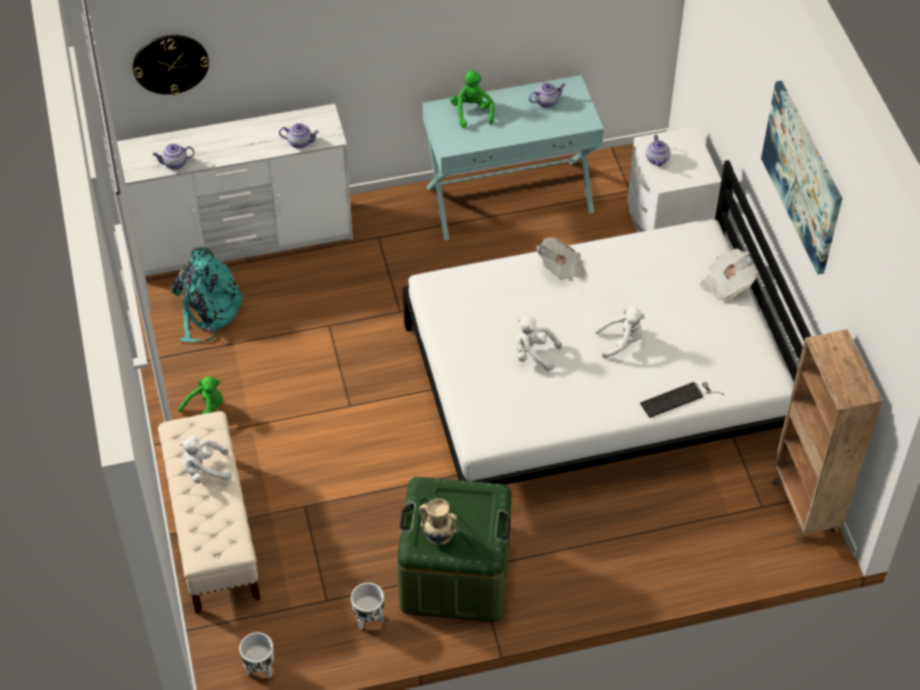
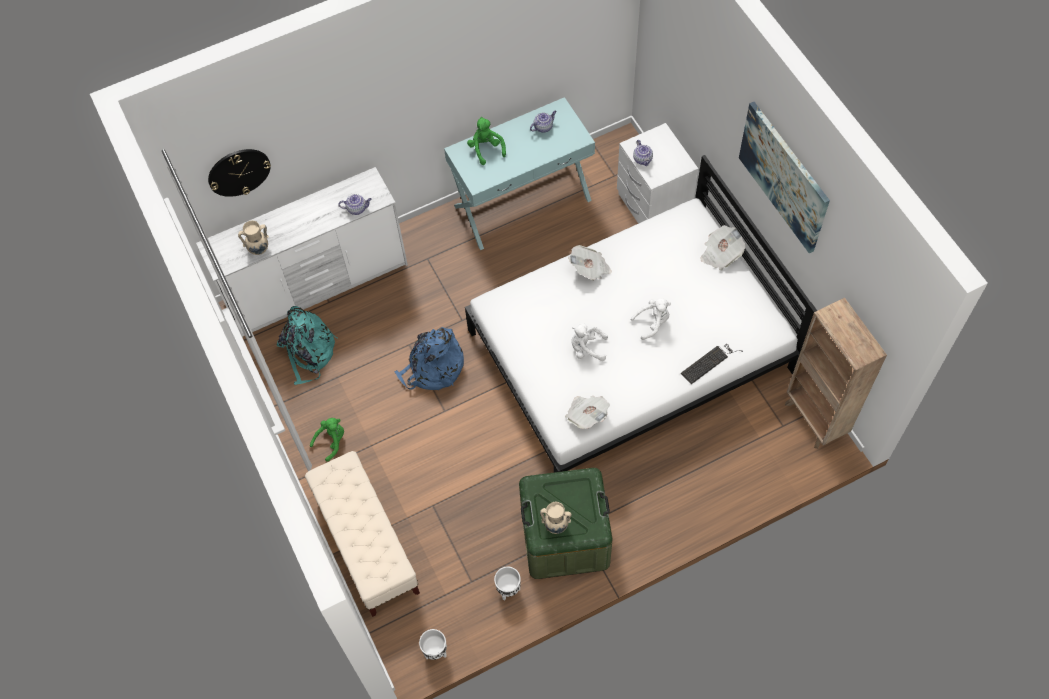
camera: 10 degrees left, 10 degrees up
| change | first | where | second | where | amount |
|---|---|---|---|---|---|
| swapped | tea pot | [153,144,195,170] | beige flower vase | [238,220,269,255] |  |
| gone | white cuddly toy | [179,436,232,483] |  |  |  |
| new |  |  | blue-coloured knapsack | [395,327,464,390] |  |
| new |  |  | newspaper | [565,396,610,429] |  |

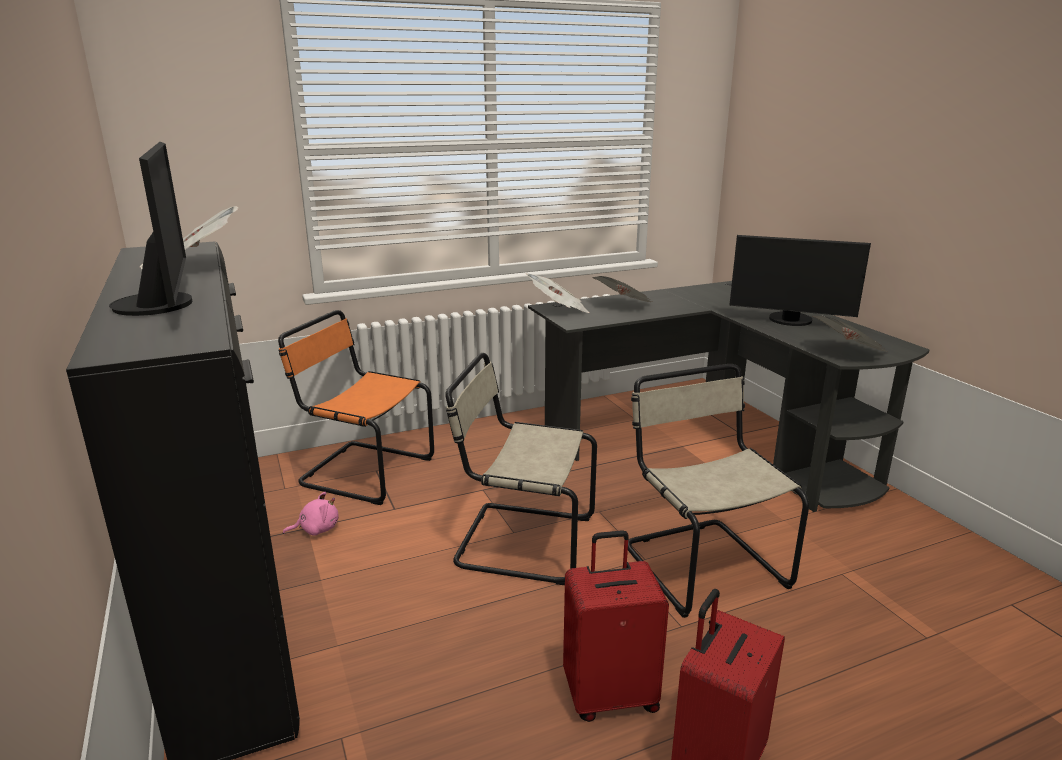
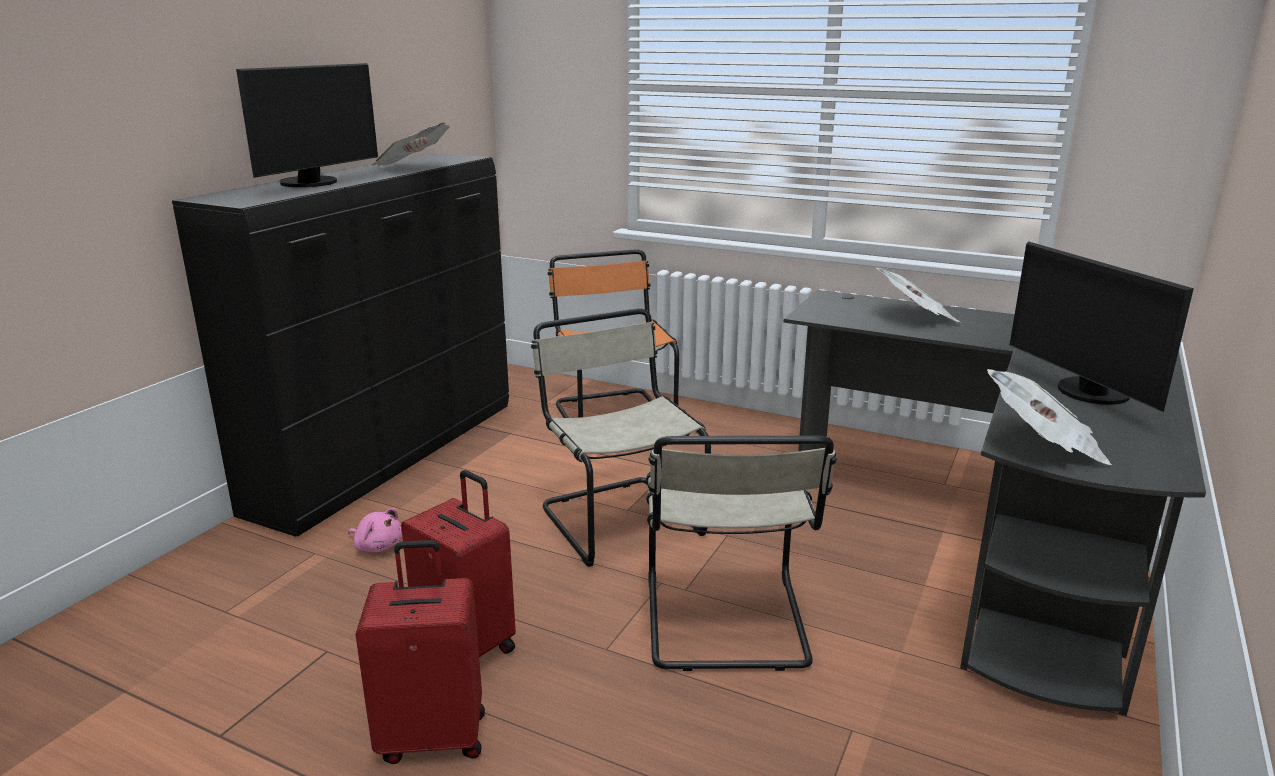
camera: 50 degrees right, 0 degrees up
| change | first | where | second | where | amount |
|---|---|---|---|---|---|
| shifted | pink-coloured cuddly toy | [283,492,339,536] |  | [348,508,402,552] |  |
| gone | newspaper | [526,273,589,313] |  |  |  |
| rotated | beige upright chair | [628,364,809,618] |  | [645,436,837,671] | 150 degrees clockwise |

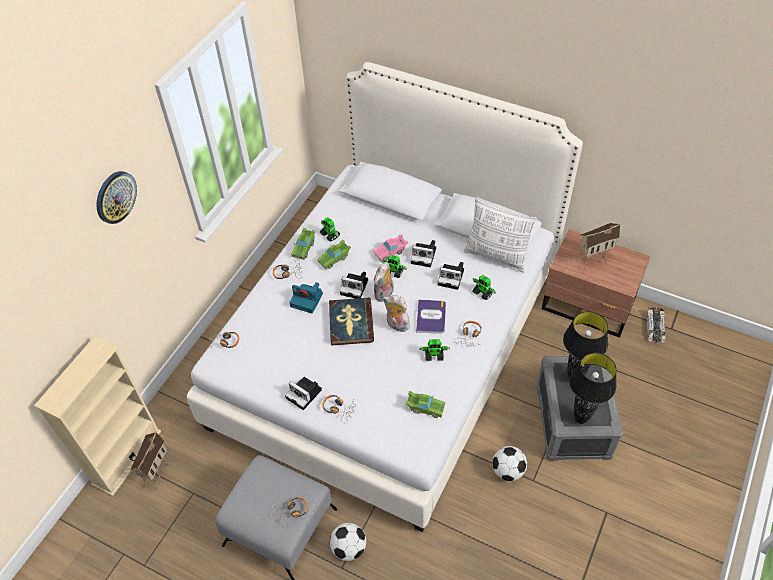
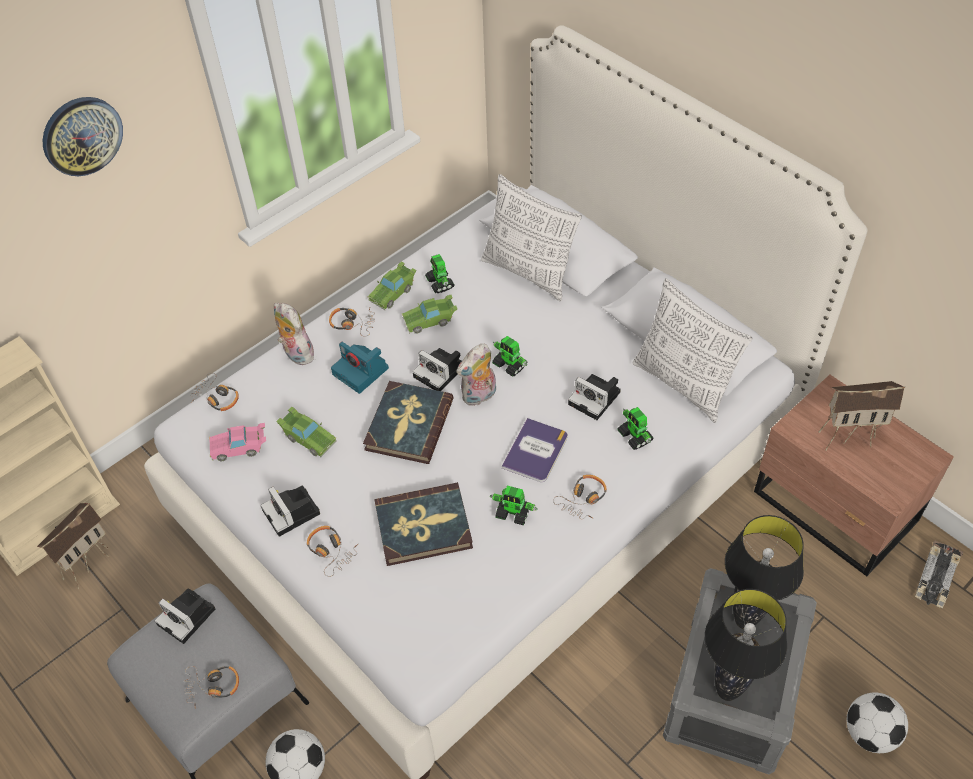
camera: 20 degrees right, 0 degrees up
| change | first | where | second | where | amount |
|---|---|---|---|---|---|
| shifted | pink-coloured miniature car | [373,234,408,261] |  | [209,423,266,462] |  |
| shifted | cuddly toy | [383,295,410,332] |  | [274,303,314,365] |  |
| shifted | greenish miniature car | [405,391,446,418] |  | [276,406,337,458] |  |
| shifted | photo camera | [411,240,436,267] |  | [155,588,215,644] |  |
| shifted | football | [492,446,527,481] |  | [846,693,908,753] |  |
| new |  |  | bound book | [374,482,473,566] |  |
| new |  |  | pillow | [481,174,582,301] |  |

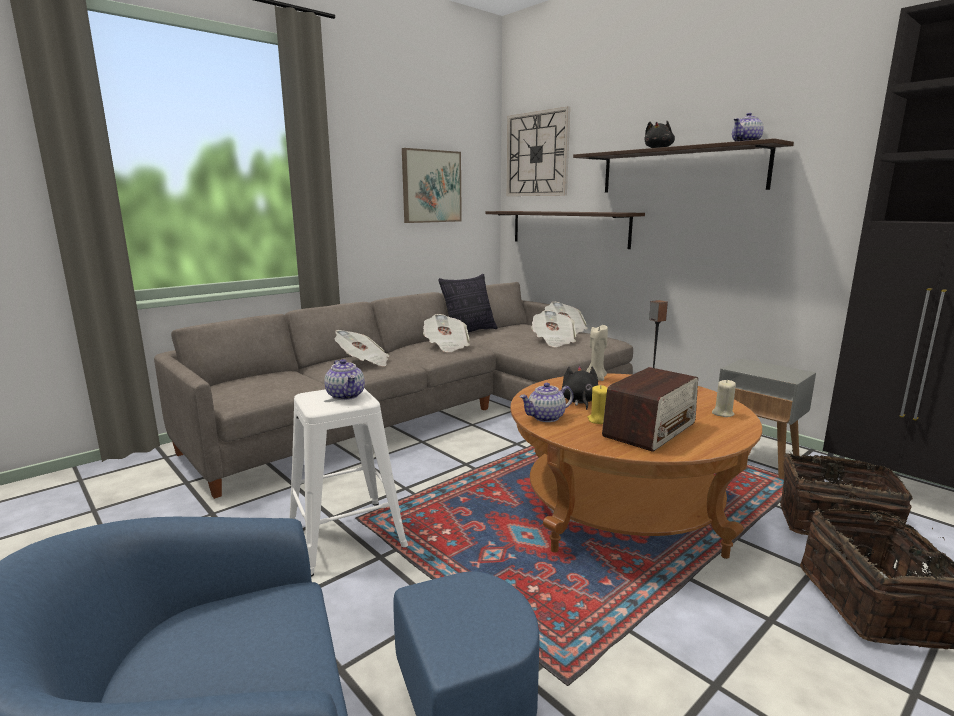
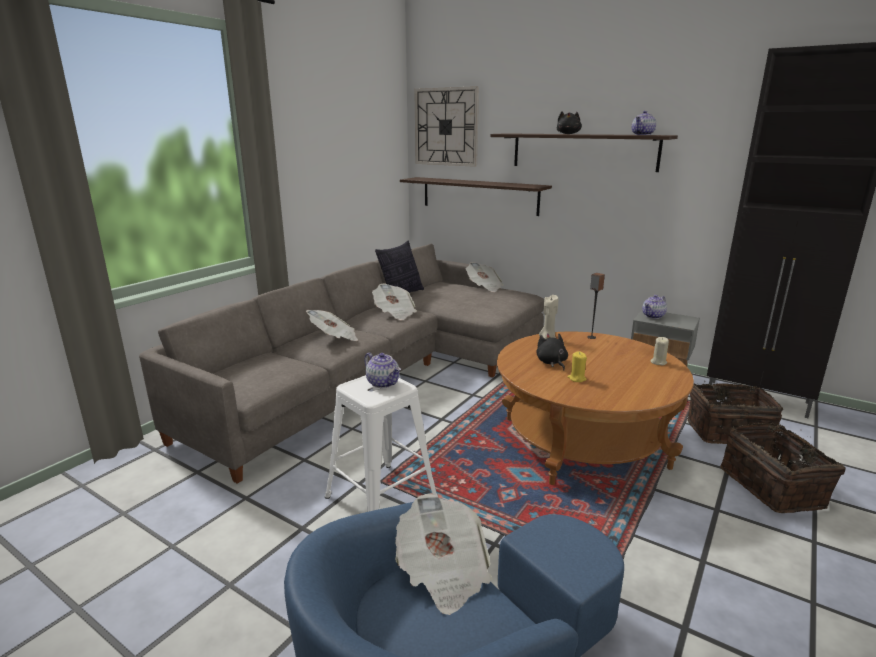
camera: 15 degrees left, 5 degrees up
| change | first | where | second | where | amount |
|---|---|---|---|---|---|
| gone | wall art | [402,148,462,223] |  |  |  |
| shifted | tea pot | [519,383,573,422] |  | [642,295,667,319] |  |
| shifted | newspaper | [531,310,576,347] |  | [395,493,492,615] |  |
| gone | radio | [602,367,698,452] |  |  |  |

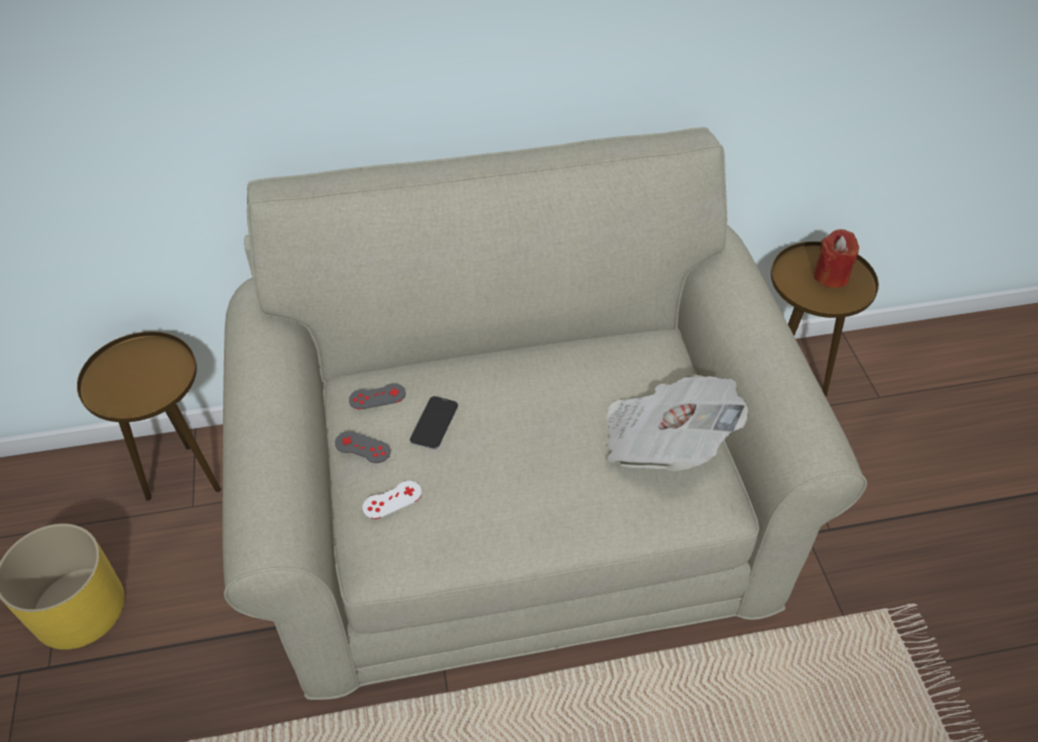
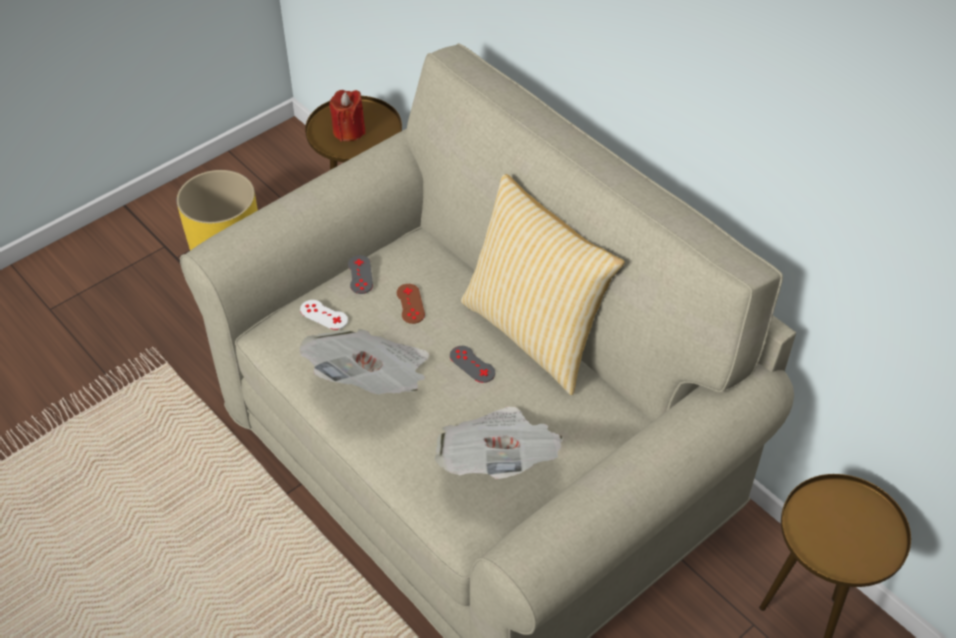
camera: 60 degrees right, 0 degrees up
| change | first | where | second | where | amount |
|---|---|---|---|---|---|
| shifted | greyish gamepad | [349,383,406,410] |  | [450,346,495,383] |  |
| swapped | phone | [410,396,458,450] | brown gamepad | [397,284,425,324] |  |
| shifted | red-coloured wax candle | [813,229,859,288] |  | [329,90,366,142] |  |
| new |  |  | newspaper | [299,329,429,394] |  |
| new |  |  | pillow | [461,174,625,395] |  |

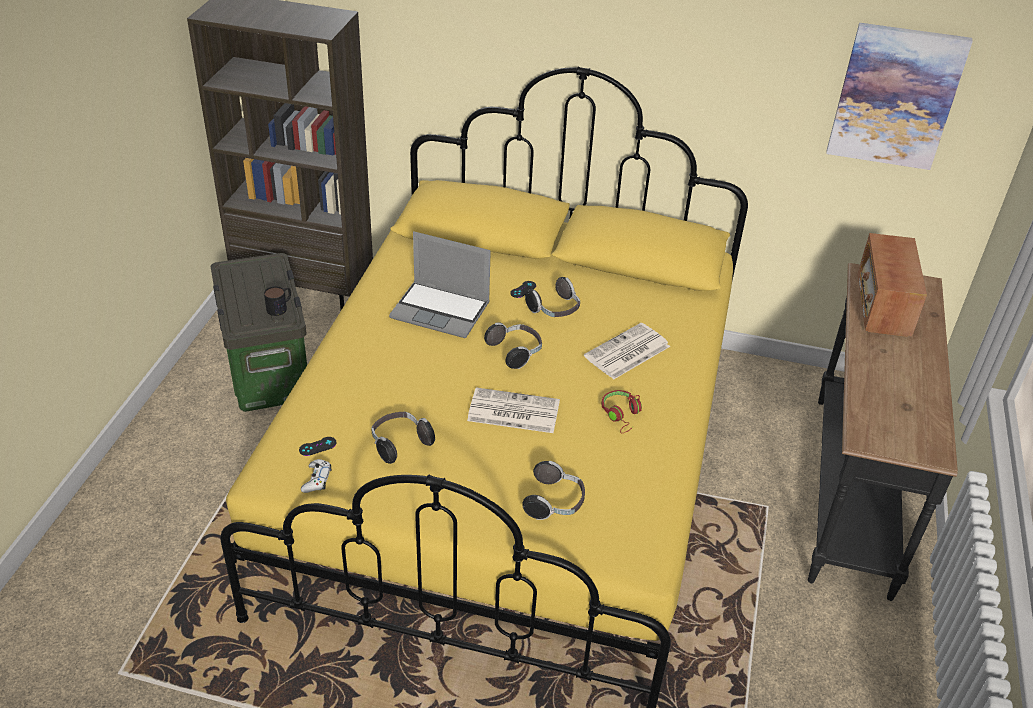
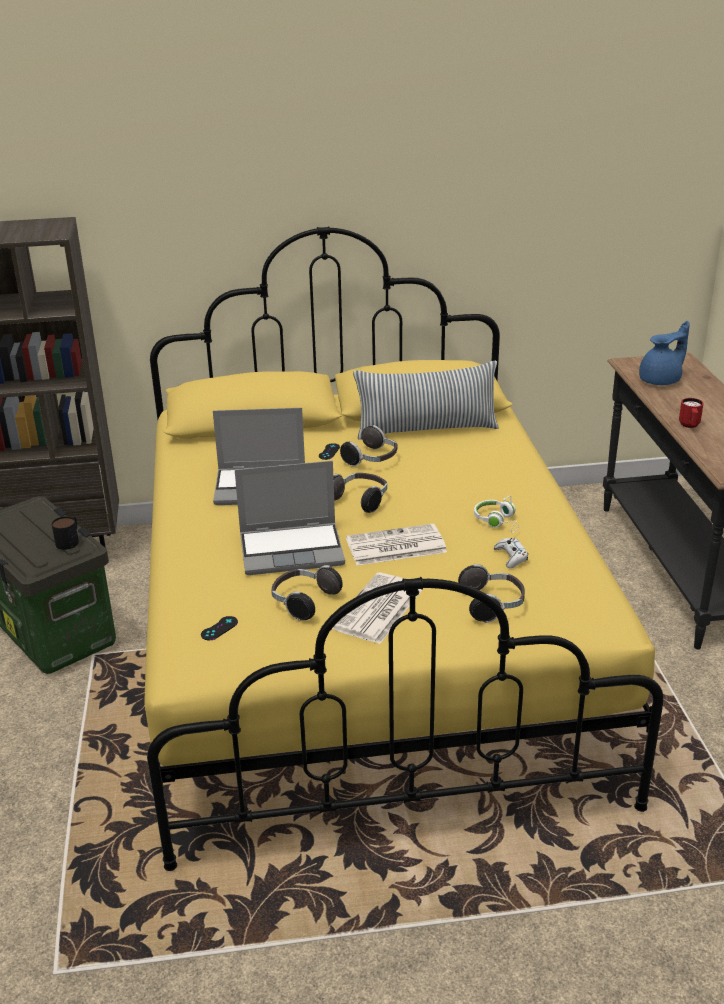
camera: 20 degrees left, 10 degrees down
| change | first | where | second | where | amount |
|---|---|---|---|---|---|
| shifted | white gamepad | [301,459,332,493] |  | [494,538,528,568] |  |
| shifted | newspaper | [584,323,670,380] |  | [332,573,422,644] |  |
| repainted | red-coloured headphones | [602,390,642,433] | white headphones | [474,495,520,533] |  |
| gone | wall art | [826,23,973,170] |  |  |  |
| swapped | radio | [857,233,927,337] | blue-coloured tea pot | [639,321,690,385] |  |
| new |  |  | portable computer | [235,461,345,575] |  |
| new |  |  | pillow | [353,361,498,440] |  |
| new |  |  | red-coloured coffee mug | [679,398,704,428] |  |

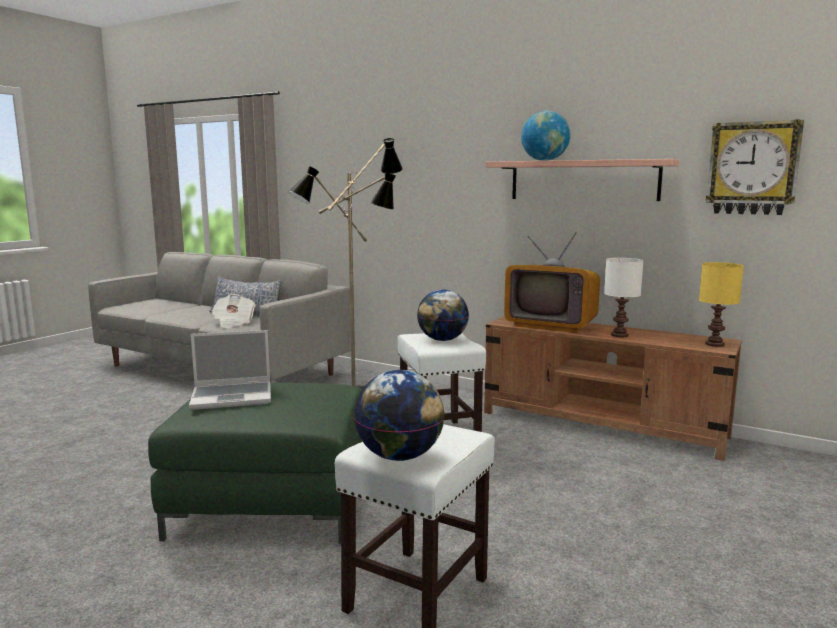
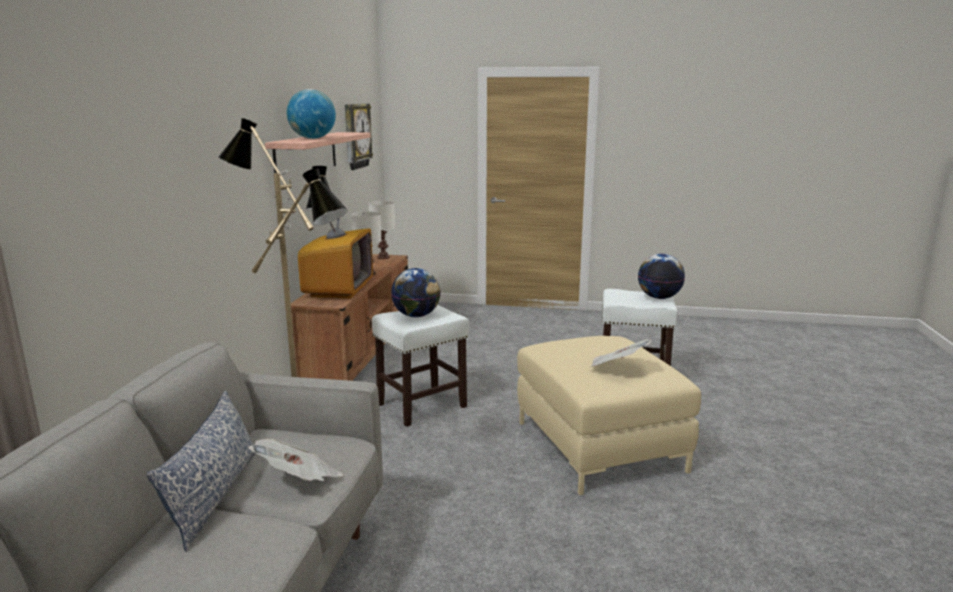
camera: 110 degrees left, 5 degrees up
| change | first | where | second | where | amount |
|---|---|---|---|---|---|
| repainted | greenish pouffe | [148,383,363,544] | beige pouffe | [517,336,701,495] |  |
| swapped | portable computer | [189,330,271,410] | newspaper | [591,339,652,367] |  |
| repainted | yellow-coloured table lamp | [699,262,744,347] | white table lamp | [368,201,395,259] |  |

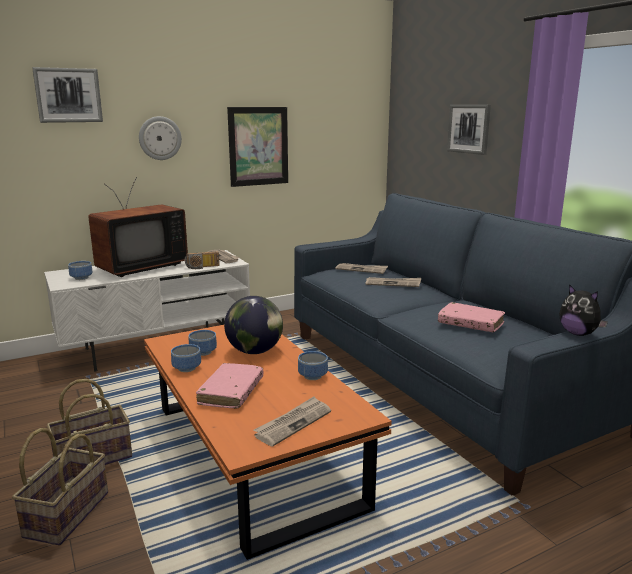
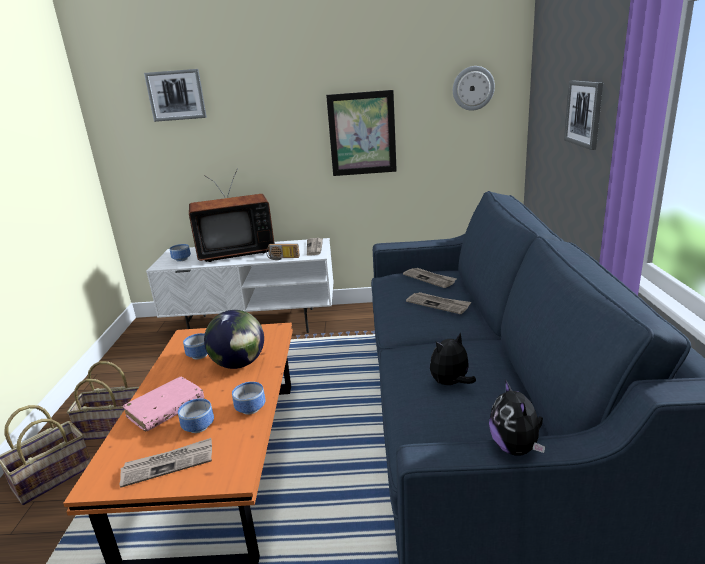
camera: 30 degrees right, 5 degrees up
| change | first | where | second | where | amount |
|---|---|---|---|---|---|
| shifted | wall clock | [139,116,182,160] |  | [453,66,495,111] |  |
| shifted | deep dish | [171,344,201,372] |  | [178,398,214,433] |  |
| swapped | pink-coloured bound book | [438,302,505,332] | cuddly toy | [430,332,476,385] |  |

